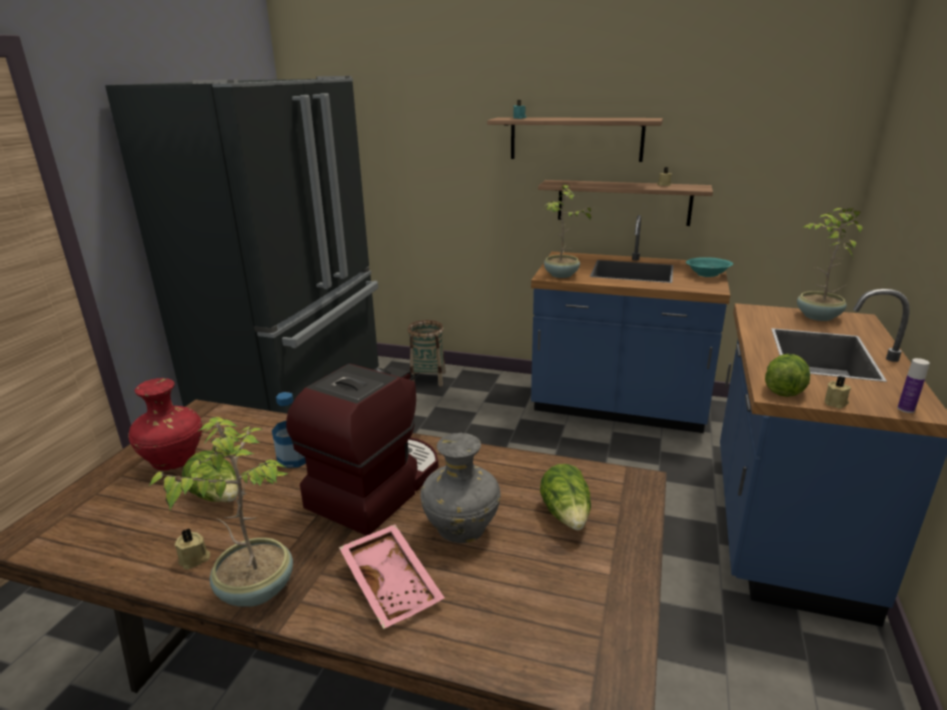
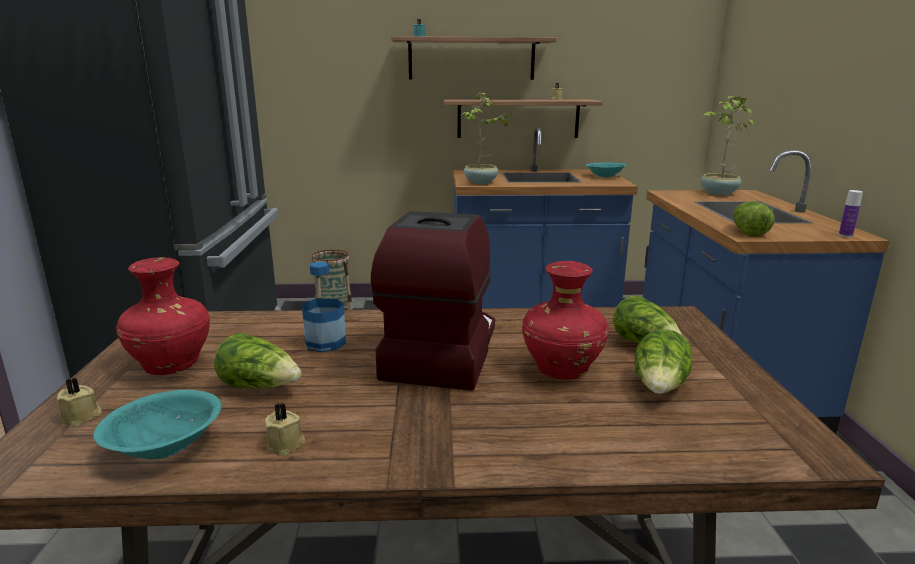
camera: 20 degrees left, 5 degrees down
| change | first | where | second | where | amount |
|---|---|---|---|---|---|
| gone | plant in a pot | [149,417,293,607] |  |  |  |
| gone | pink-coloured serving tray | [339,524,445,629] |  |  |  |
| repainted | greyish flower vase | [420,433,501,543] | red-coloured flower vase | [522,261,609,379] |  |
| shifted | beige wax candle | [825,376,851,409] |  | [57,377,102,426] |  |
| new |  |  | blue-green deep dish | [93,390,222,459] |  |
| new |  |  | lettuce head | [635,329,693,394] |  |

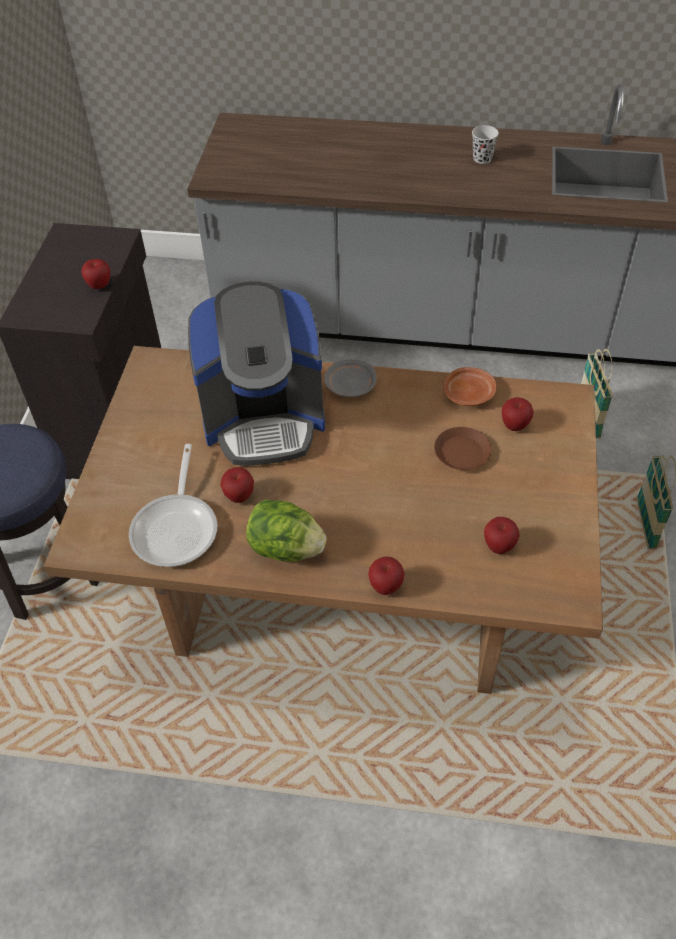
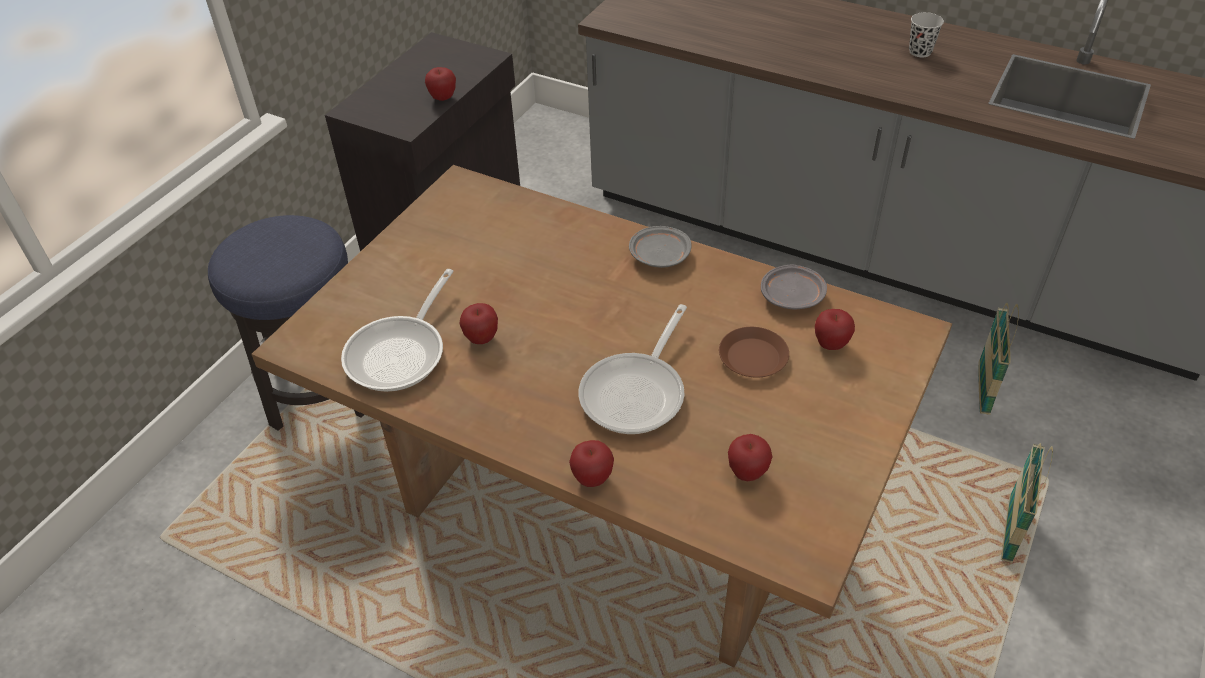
camera: 20 degrees right, 5 degrees down
| change | first | where | second | where | amount |
|---|---|---|---|---|---|
| gone | coffee maker | [188,281,325,466] |  |  |  |
| gone | lettuce head | [246,499,327,562] |  |  |  |
| repainted | brown dinner plate | [443,367,497,406] | greyish dinner plate | [761,264,827,310] |  |
| new |  |  | pan | [579,304,687,434] |  |

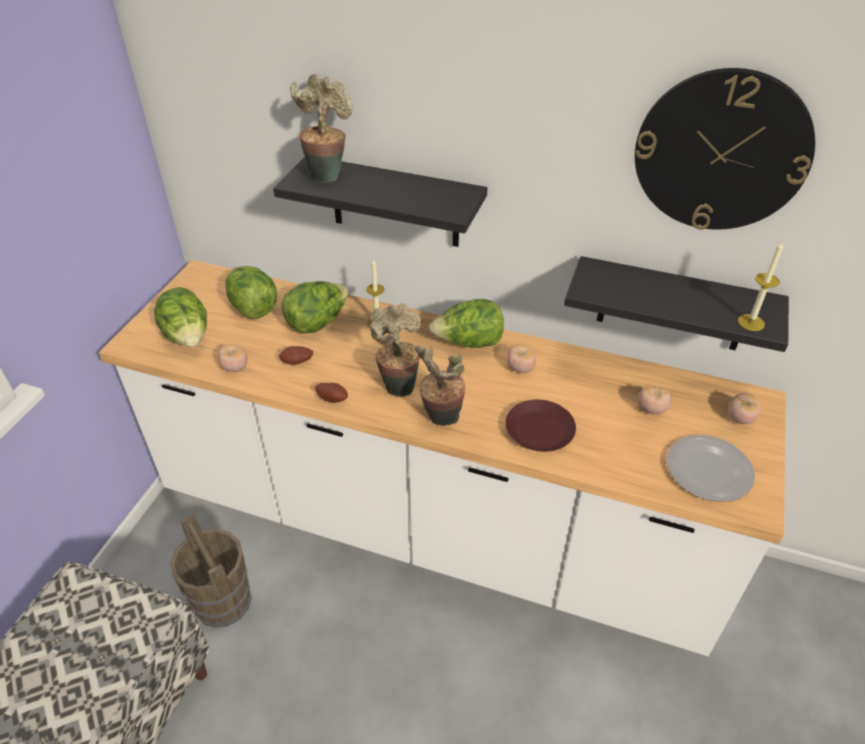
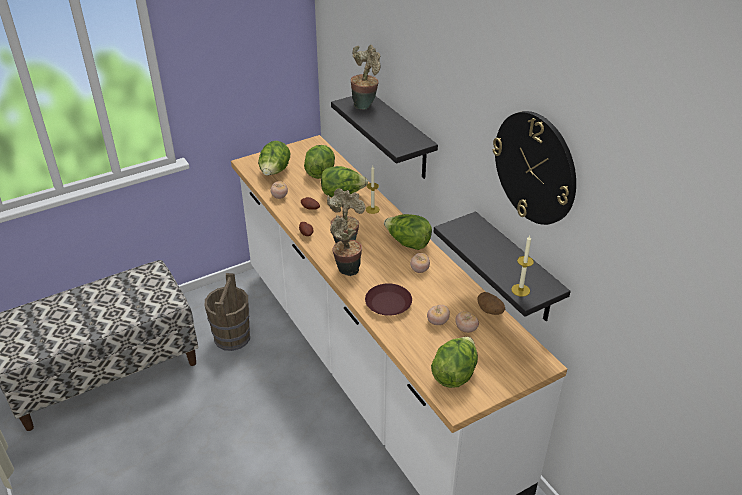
camera: 40 degrees right, 5 degrees down
| change | first | where | second | where | amount |
|---|---|---|---|---|---|
| swapped | dinner plate | [667,435,755,502] | lettuce head | [431,337,478,388] |  |
| shifted | fresh tomato | [728,393,761,424] |  | [427,305,450,325] |  |
| new |  |  | spud | [477,292,505,315] |  |

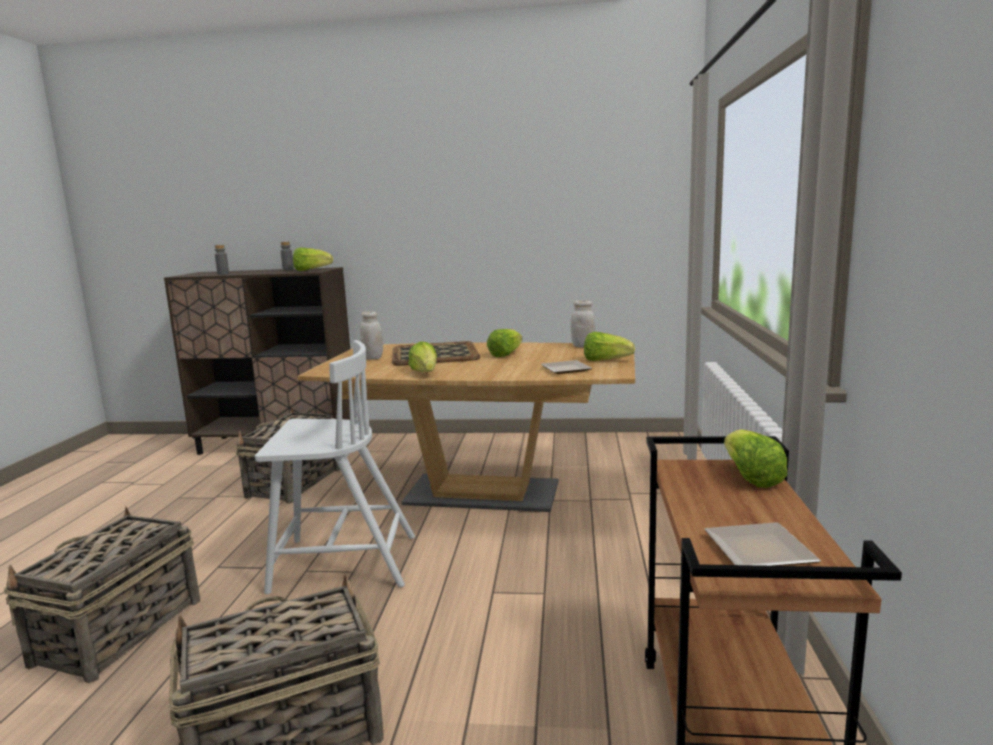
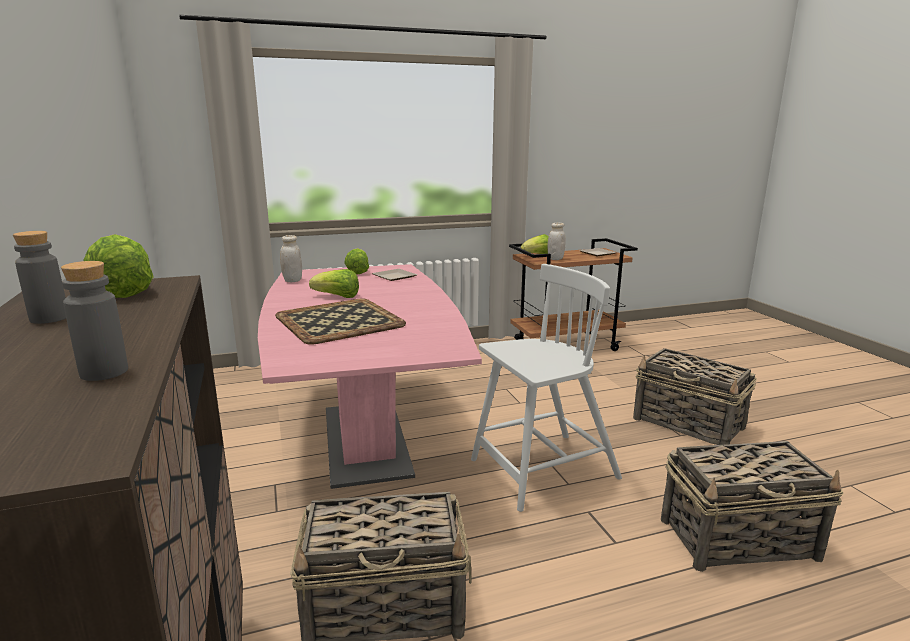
camera: 115 degrees left, 5 degrees up
| change | first | where | second | where | amount |
|---|---|---|---|---|---|
| rotated | white upright chair | [255,340,415,594] |  | [471,264,622,512] | 90 degrees clockwise |
| repainted | brown dining table | [298,342,635,512] | pink-coloured dining table | [258,264,482,489] |  |
| shifted | white storage jar | [360,311,383,360] |  | [547,223,566,260] |  |
| gone | lettuce head | [409,341,437,372] |  |  |  |

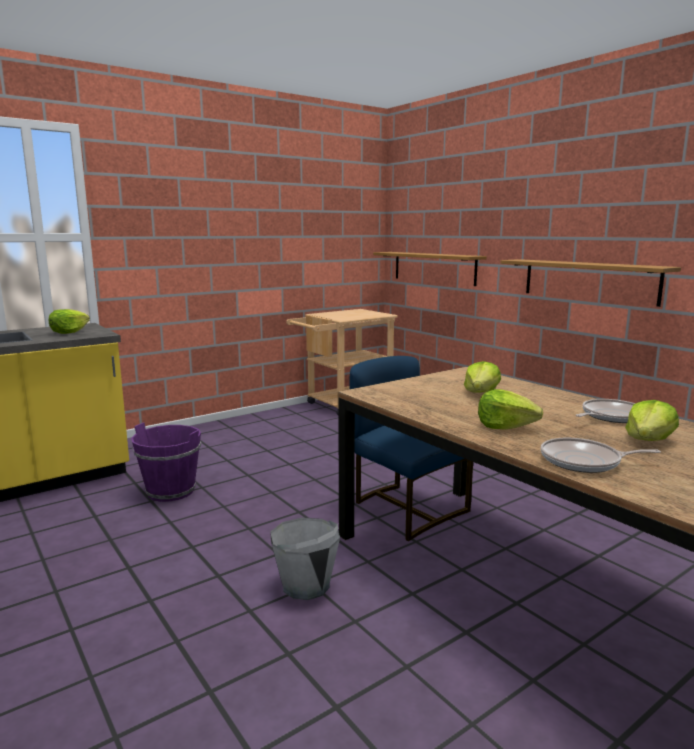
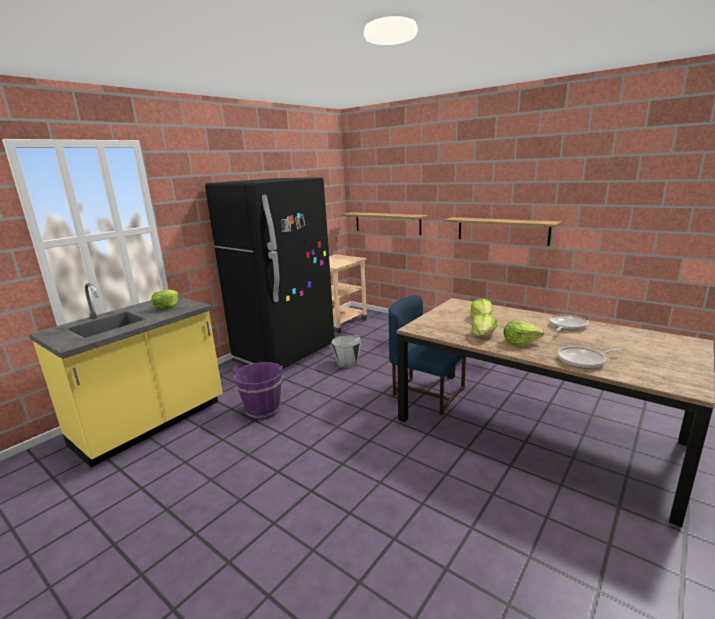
camera: 15 degrees left, 5 degrees up
| change | first | where | second | where | amount |
|---|---|---|---|---|---|
| shifted | greyish pail | [270,517,340,600] |  | [331,335,361,368] |  |
| shifted | lettuce head | [625,400,679,441] |  | [471,313,497,336] |  |
| new |  |  | black-coloured kitchen fridge | [205,177,334,369] |  |

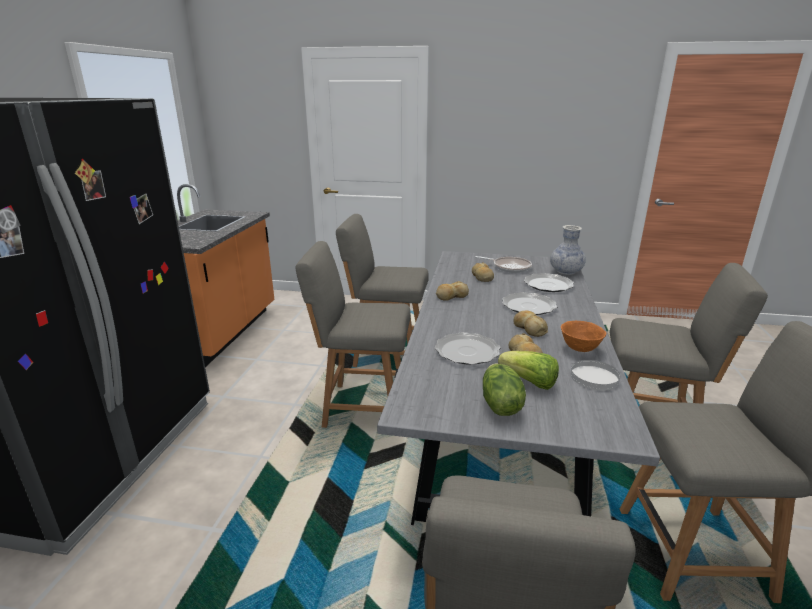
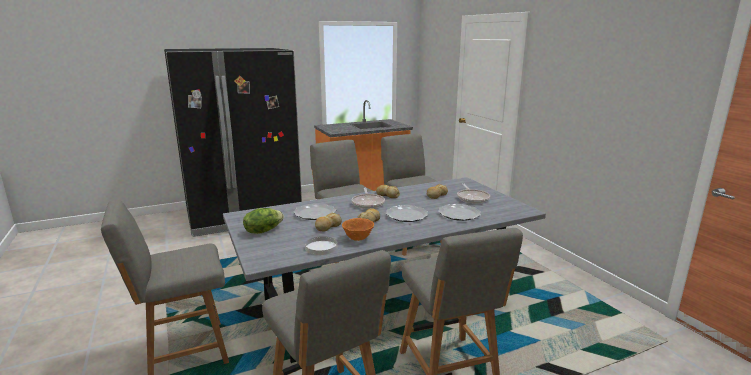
camera: 55 degrees right, 5 degrees down
| change | first | where | second | where | amount |
|---|---|---|---|---|---|
| gone | lettuce head | [498,351,559,390] |  |  |  |
| gone | flower vase | [550,225,586,275] |  |  |  |
| new |  |  | pan | [352,188,385,209] |  |

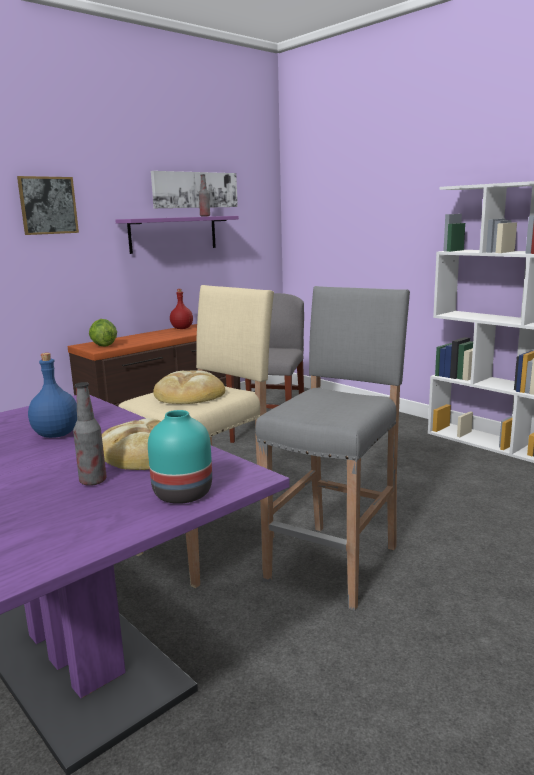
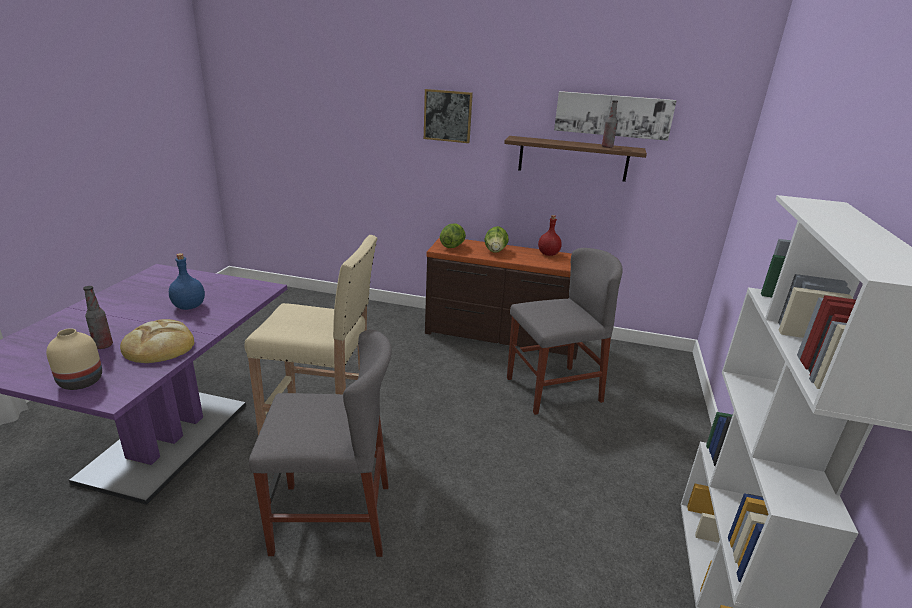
camera: 55 degrees right, 10 degrees up
| change | first | where | second | where | amount |
|---|---|---|---|---|---|
| repainted | purple shelf | [115,216,239,254] | brown shelf | [504,136,647,182] |  |
| repainted | blue-green flower vase | [148,410,212,504] | beige flower vase | [46,328,102,390] |  |
| gone | baked bread | [153,370,225,404] |  |  |  |
| swapped | greyish stool | [255,286,410,611] | greyish upright chair | [249,329,392,557] |  |
| new |  |  | lettuce head | [484,226,509,253] |  |

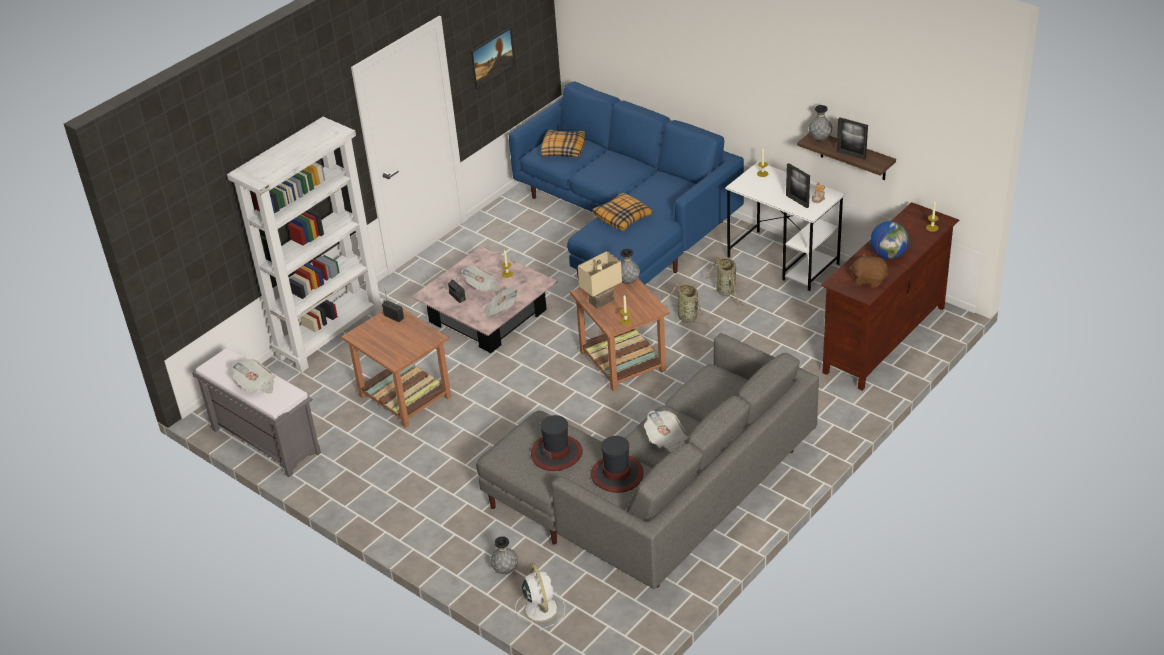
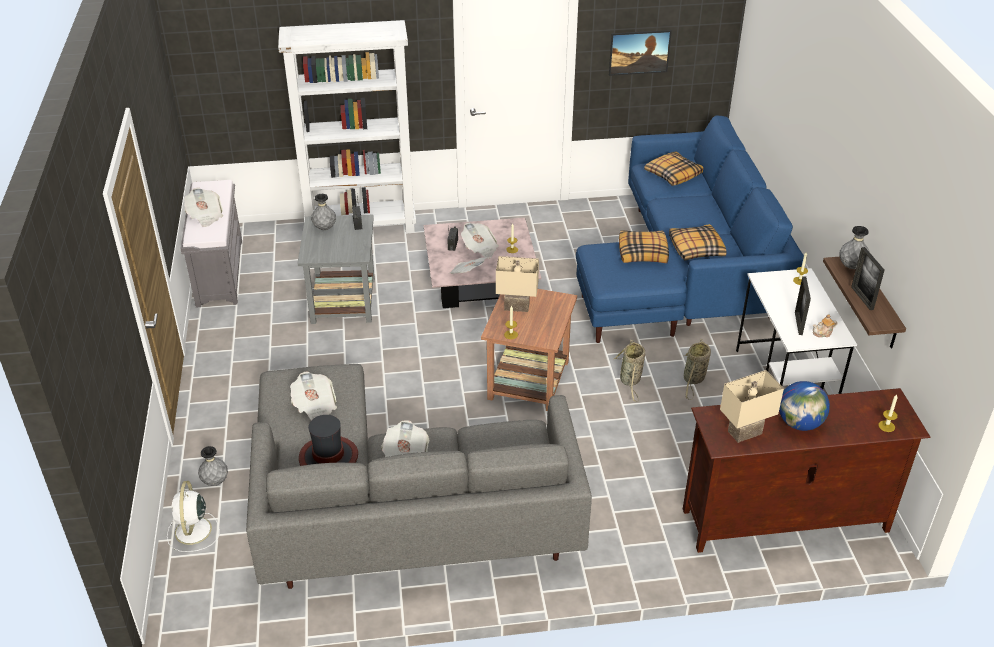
camera: 40 degrees right, 0 degrees up
| change | first | where | second | where | amount |
|---|---|---|---|---|---|
| repainted | brown end table | [341,309,451,428] | greyish end table | [297,215,375,324] |  |
| rotated | white electric fan | [515,563,565,631] |  | [167,481,220,552] | 150 degrees clockwise |
| swapped | wearable hat | [531,415,583,471] | newspaper | [290,371,337,420] |  |
| shifted | greyish flower vase | [620,249,640,284] |  | [311,194,336,230] |  |
| swapped | brown cuddly toy | [850,253,888,288] | beige table lamp | [720,370,784,443] |  |
| new |  |  | pillow | [669,224,726,260] |  |

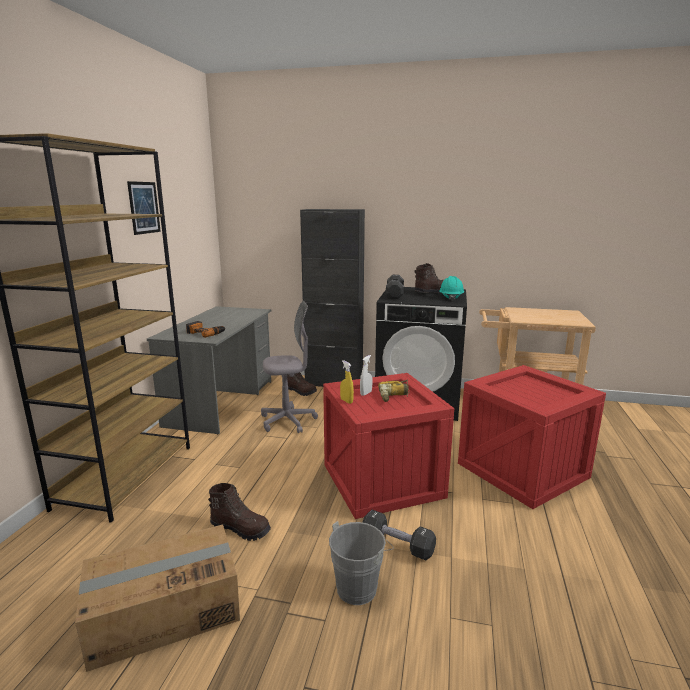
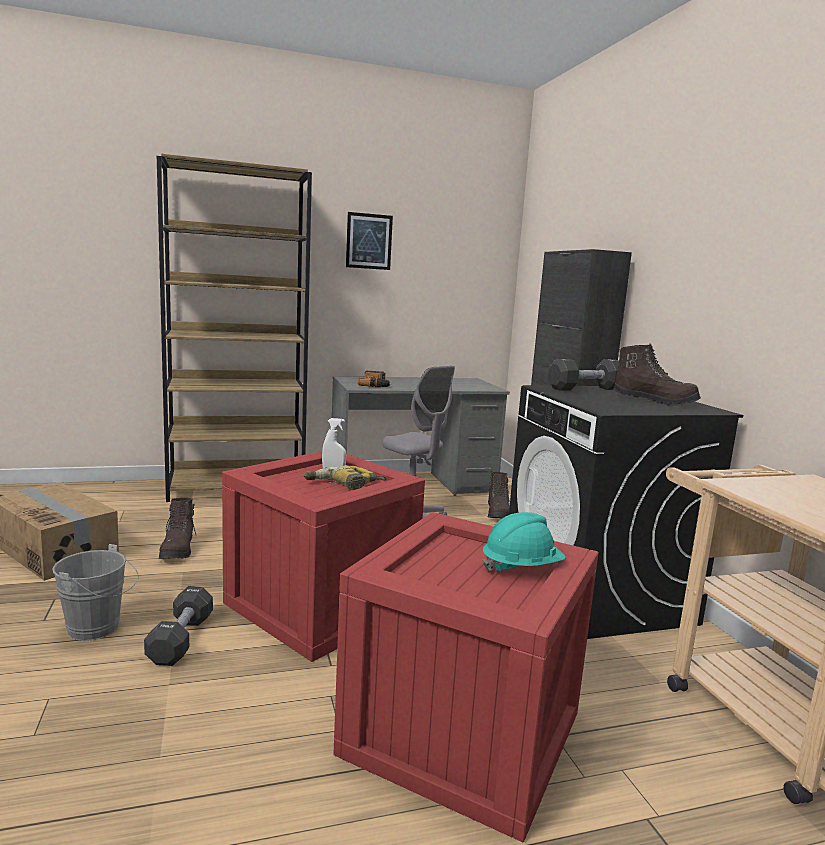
camera: 60 degrees right, 5 degrees down
| change | first | where | second | where | amount |
|---|---|---|---|---|---|
| gone | yellow-coloured spray bottle | [340,360,354,404] |  |  |  |
| shifted | blue-green work helmet | [439,276,464,301] |  | [483,512,566,572] |  |

